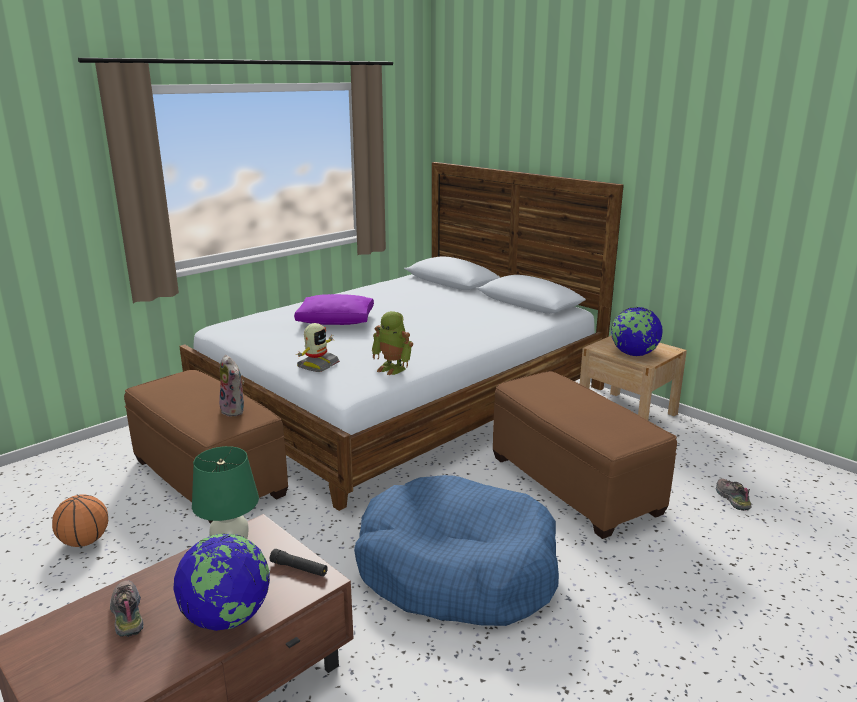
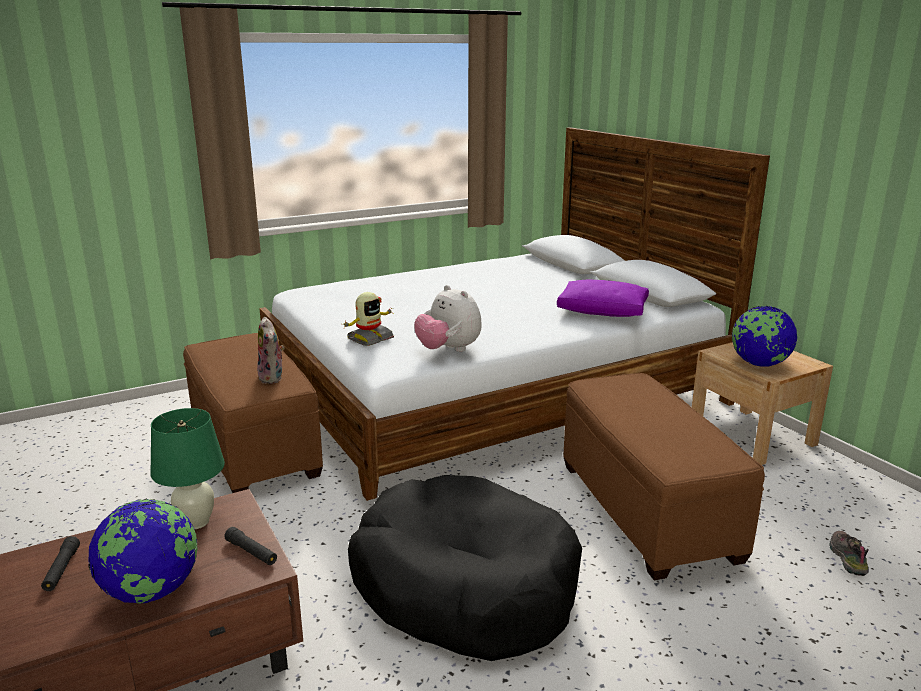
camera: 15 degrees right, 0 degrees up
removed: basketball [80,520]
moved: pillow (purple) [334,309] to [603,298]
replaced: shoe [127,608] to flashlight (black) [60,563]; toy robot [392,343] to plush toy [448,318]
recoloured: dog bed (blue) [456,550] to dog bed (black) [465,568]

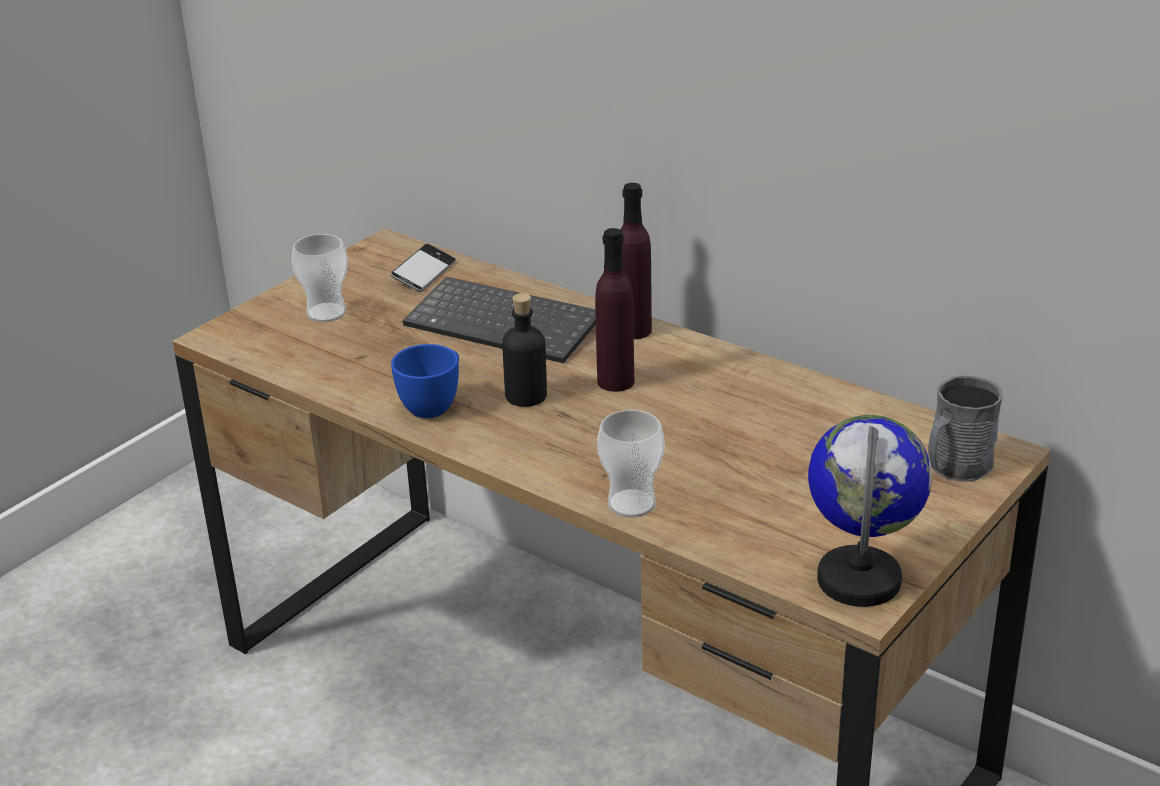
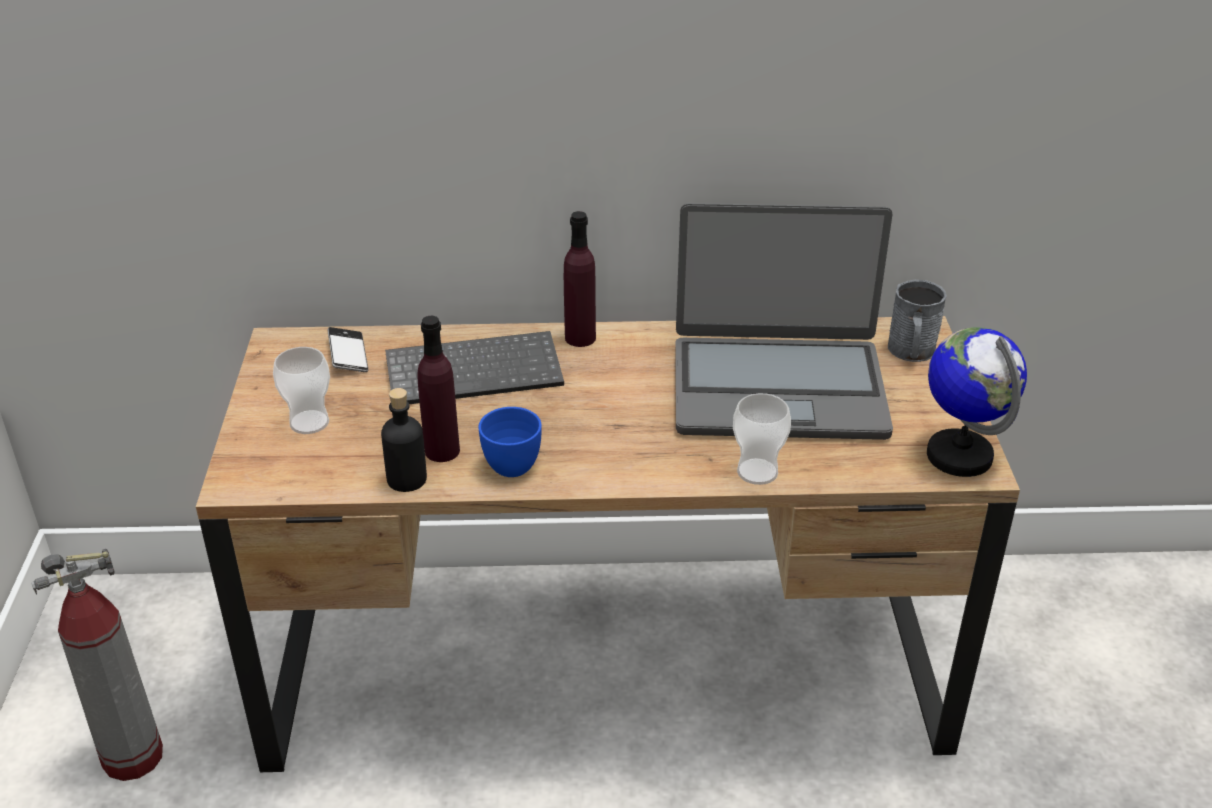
camera: 40 degrees left, 5 degrees up
added: fire extinguisher [97,665]; laptop [784,321]
moved: bottle (black) [524,350] to [404,440]; bottle (purple) [615,310] to [438,389]

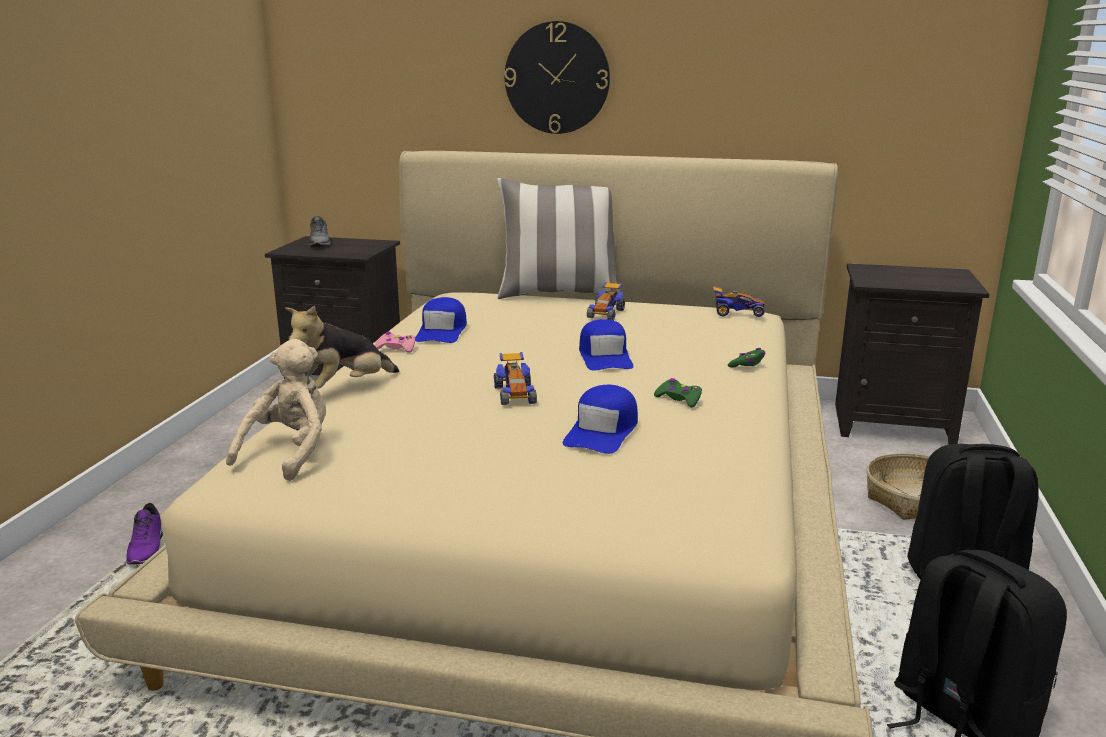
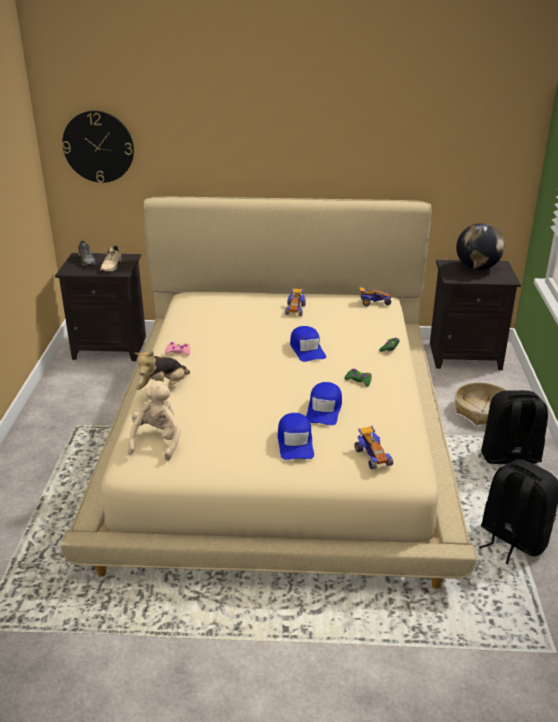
camera: 10 degrees left, 10 degrees up
removed: shoe (purple) [144,534]; pillow [560,238]
added: shoe (beige) [111,258]; globe [480,246]
moved: cap (blue) [441,320] to [296,436]; toy car [515,378] to [374,448]; wall clock [557,77] to [98,147]

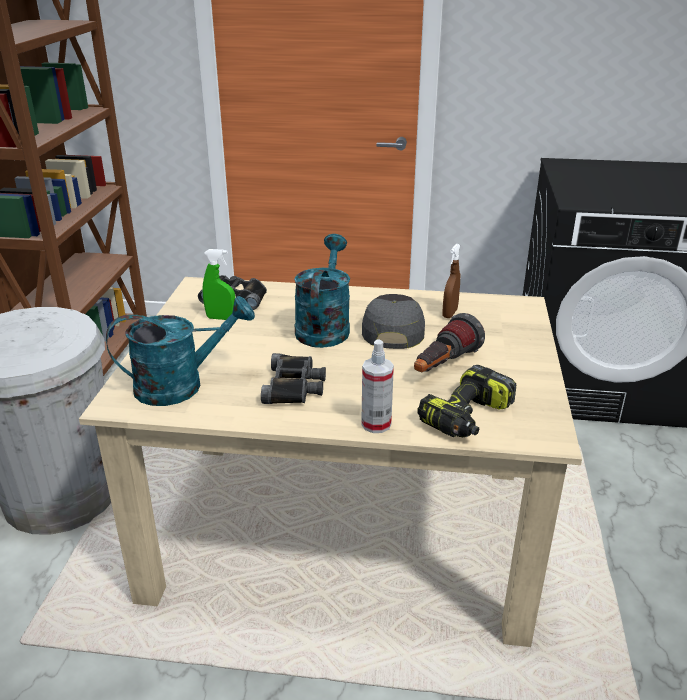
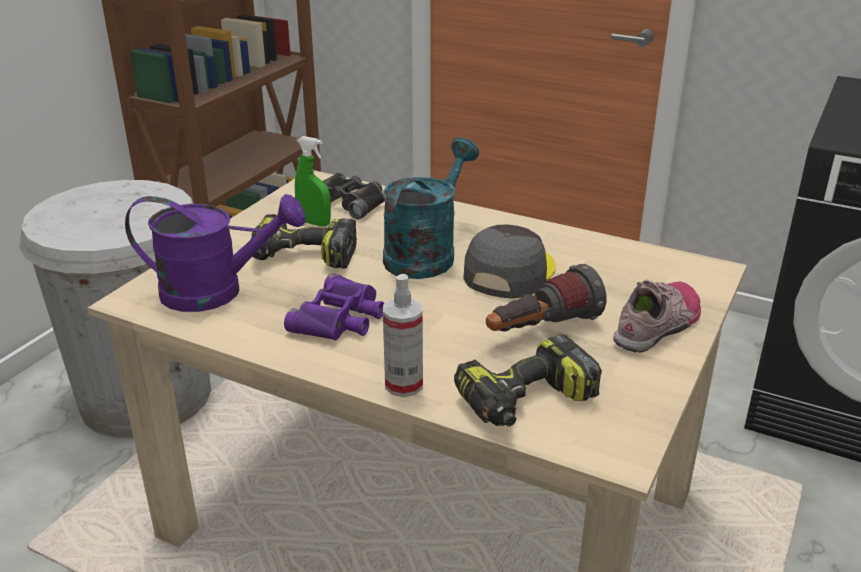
camera: 20 degrees right, 0 degrees up
removed: spray bottle (brown) [451,281]
added: power drill [304,241]; shoe [657,316]
recoloured: watering can (turquoise) [180,351] to watering can (purple) [215,253]; binoculars (black) [293,378] to binoculars (purple) [334,307]

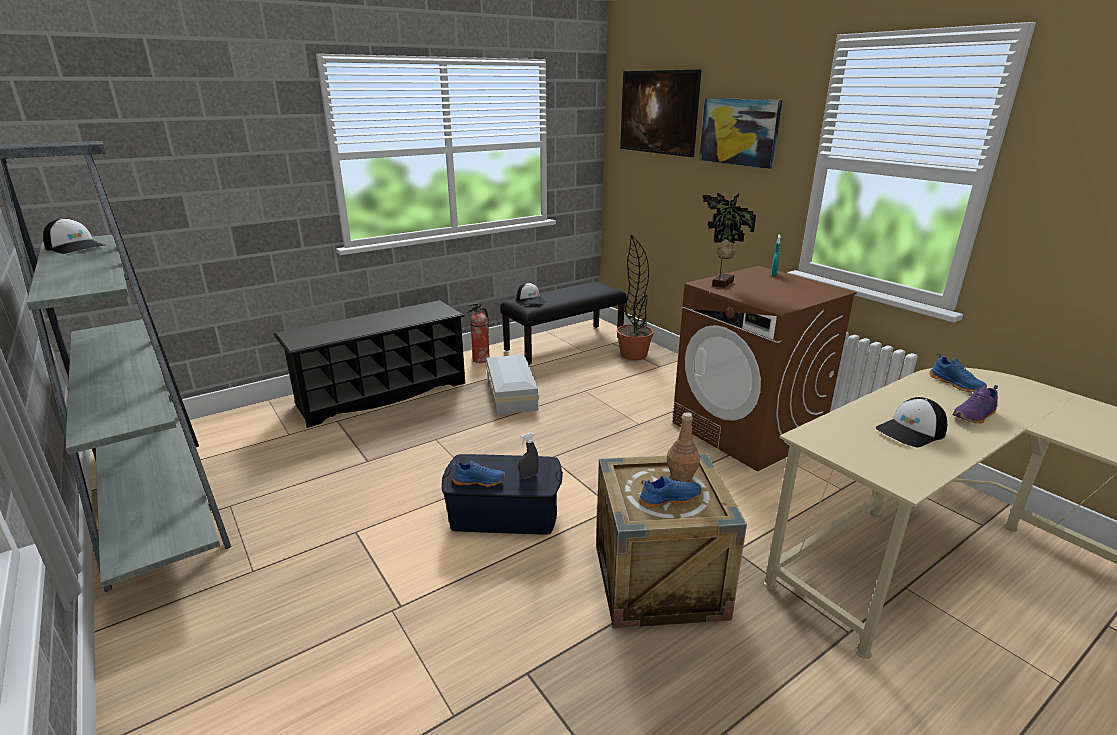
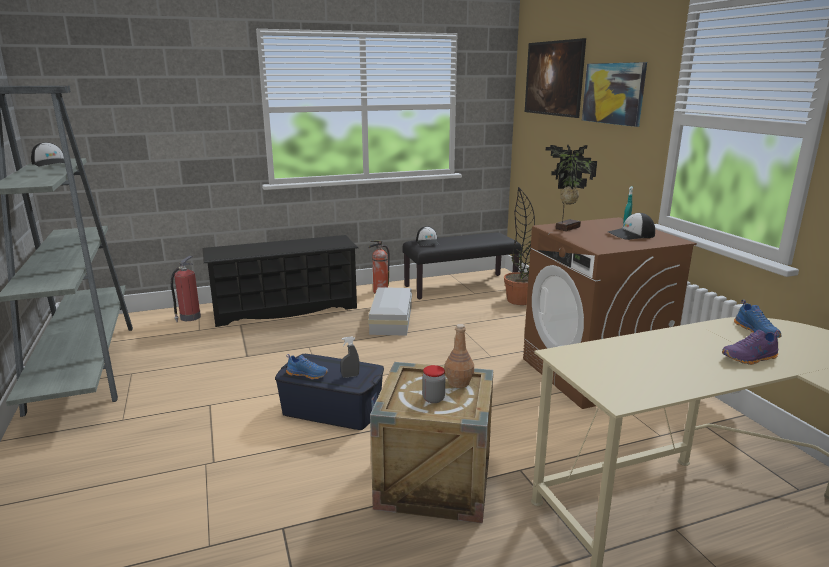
camera: 15 degrees right, 5 degrees down
added: fire extinguisher [186,289]
moved: cap [911,422] to [631,226]
replaced: shoe (blue) [670,492] to jar [433,384]

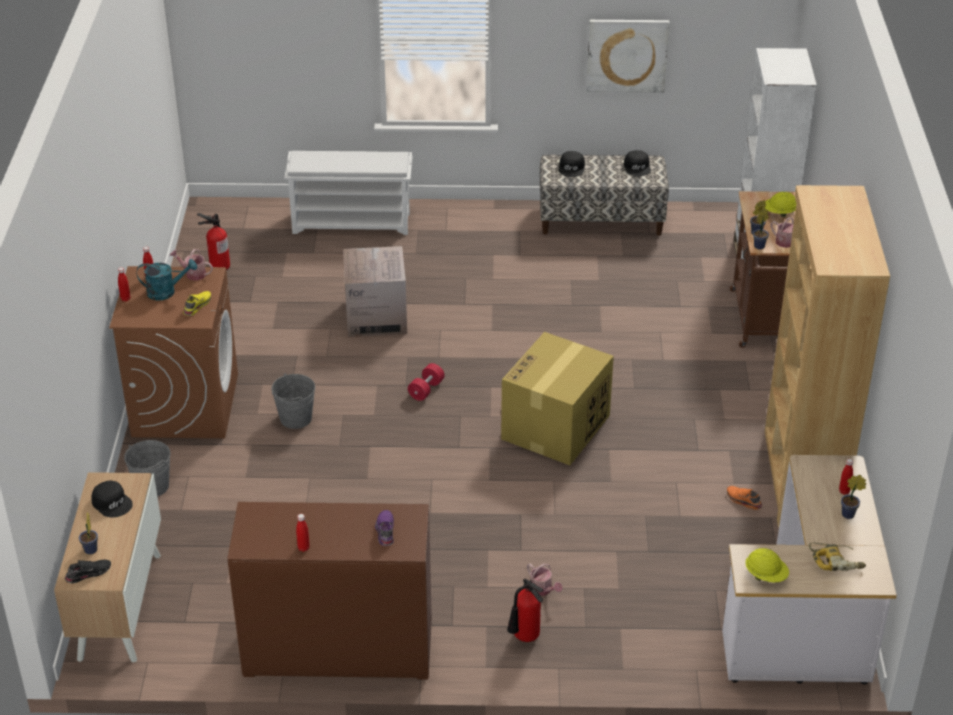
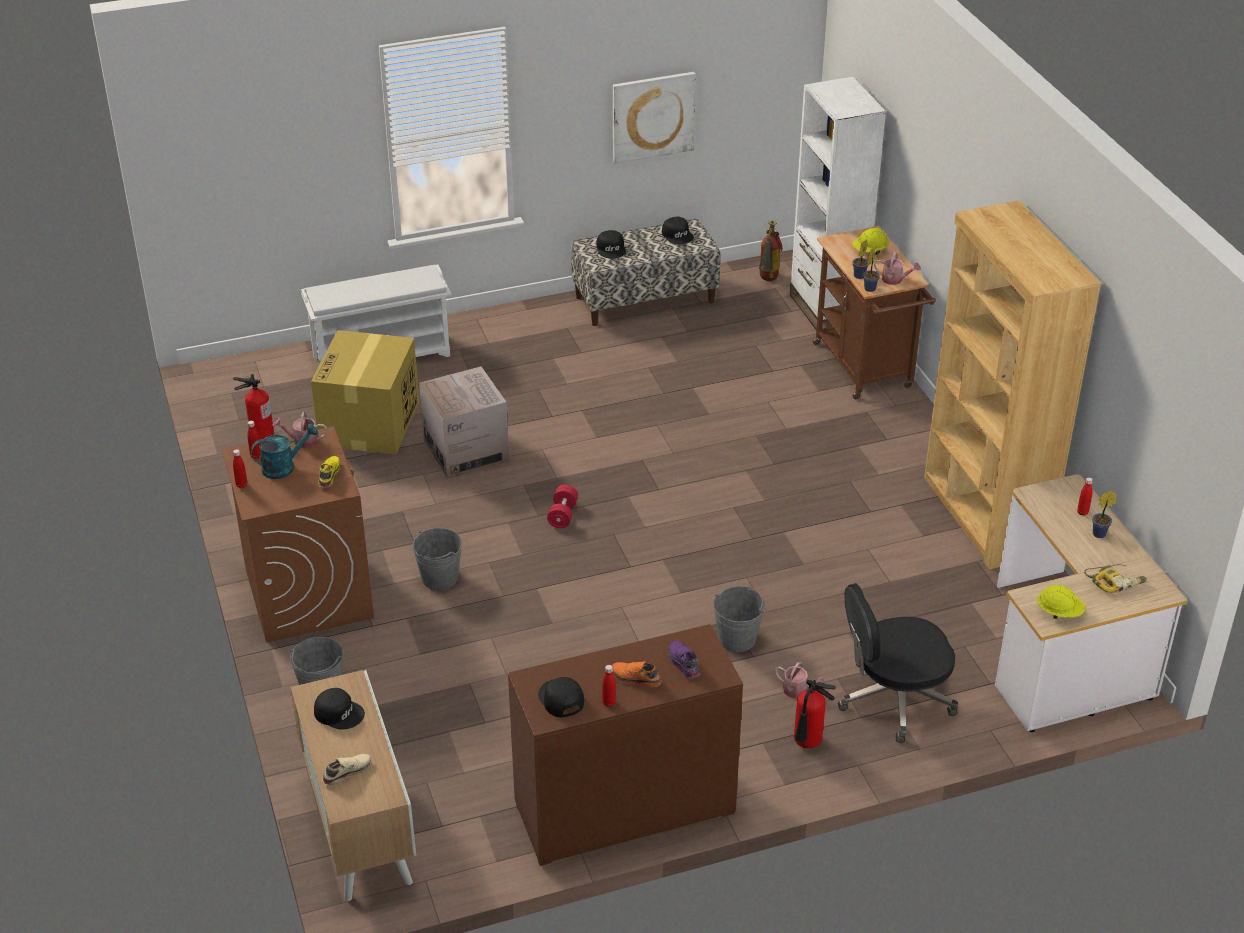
camera: 20 degrees left, 0 degrees up
removed: shoe (black) [88,571]
added: cap (black) [561,697]; bucket (grey) [739,619]; fire extinguisher [771,250]; office chair (black) [898,663]
moved: cardboard box [557,398] to [365,392]; shoe (orange) [744,498] to [637,674]
replaced: potted plant [88,533] to shoe (beige) [346,769]

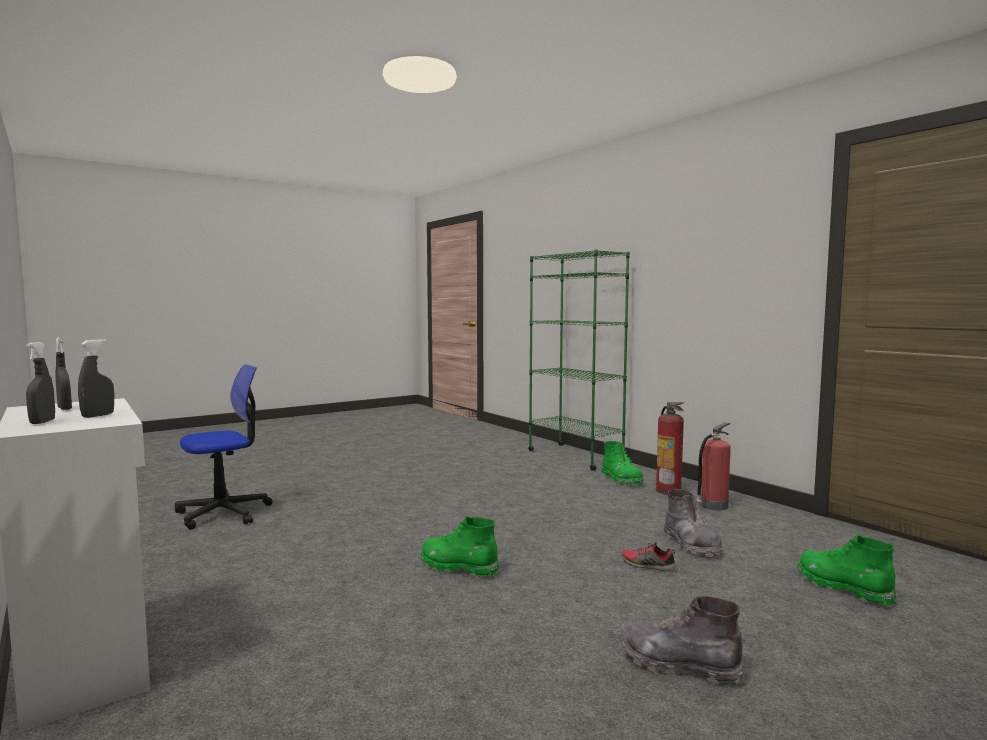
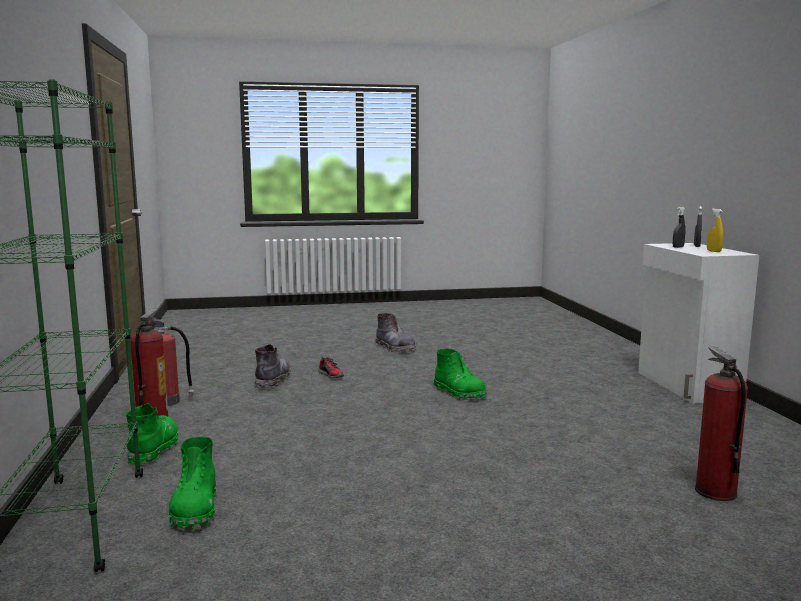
camera: 155 degrees left, 5 degrees up
moved: boot (green) [847,571] to [192,483]
replaced: office chair [224,447] to fire extinguisher [721,423]
recoloured: spray bottle (grey) [63,373] to spray bottle (yellow) [715,230]

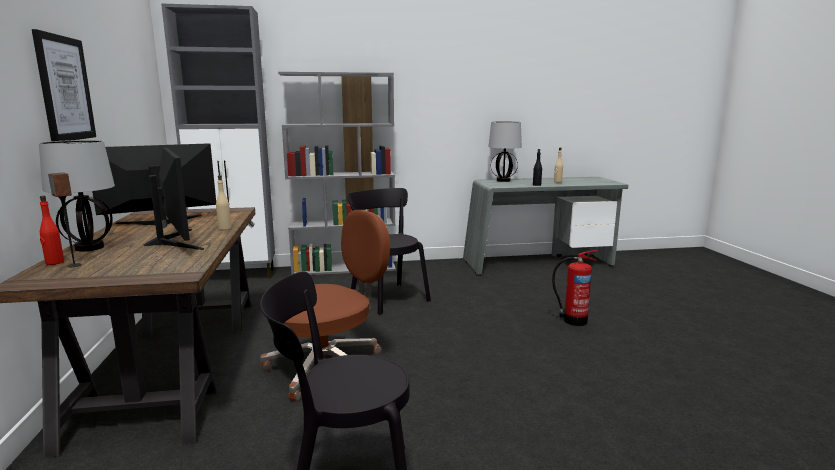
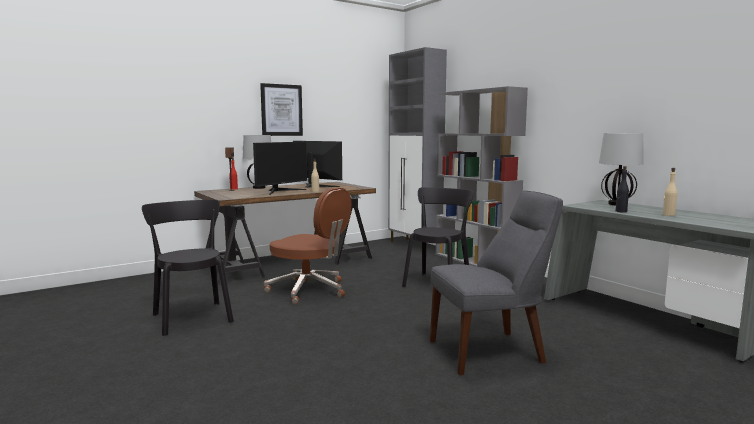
camera: 65 degrees right, 5 degrees down
replaced: fire extinguisher [575,288] to chair (grey) [496,283]

